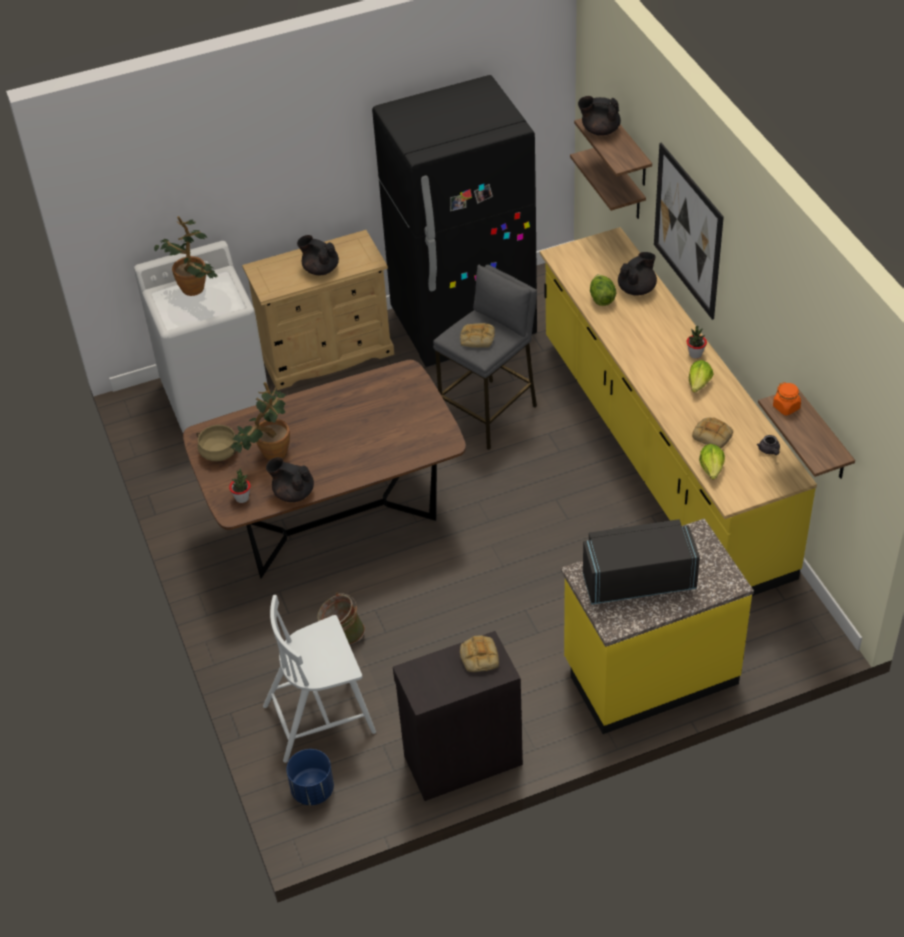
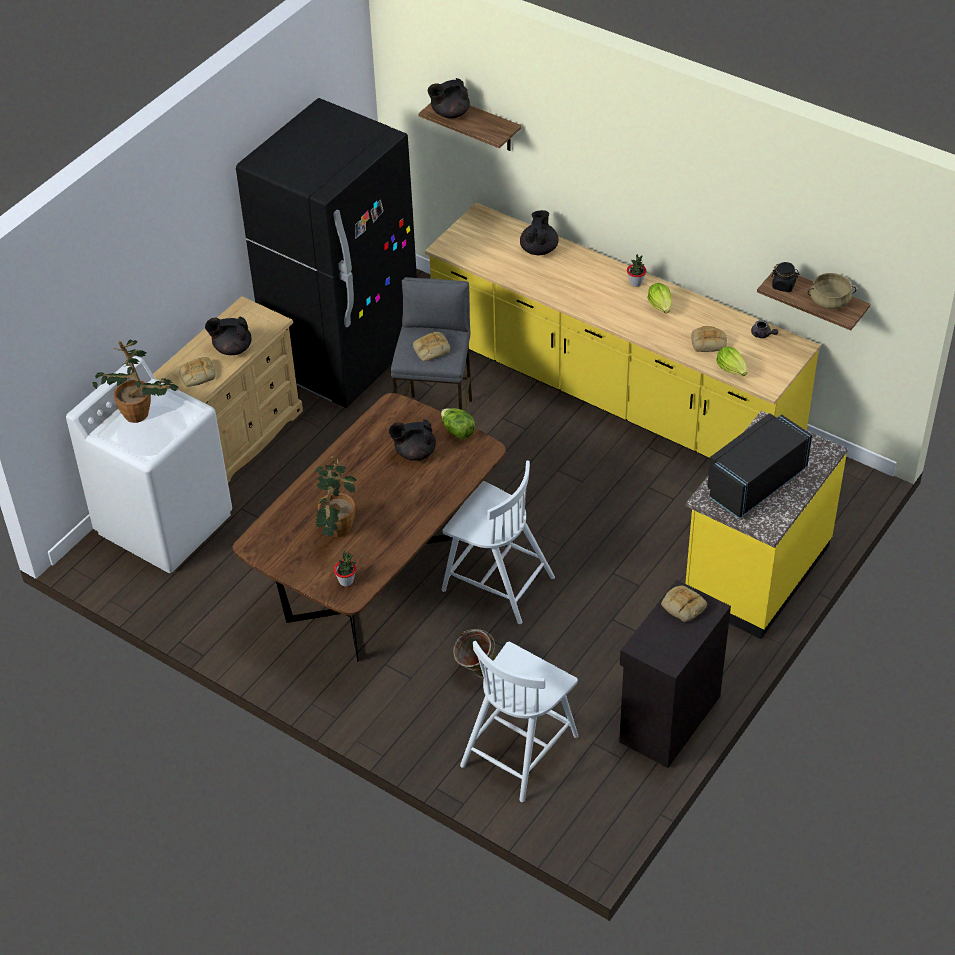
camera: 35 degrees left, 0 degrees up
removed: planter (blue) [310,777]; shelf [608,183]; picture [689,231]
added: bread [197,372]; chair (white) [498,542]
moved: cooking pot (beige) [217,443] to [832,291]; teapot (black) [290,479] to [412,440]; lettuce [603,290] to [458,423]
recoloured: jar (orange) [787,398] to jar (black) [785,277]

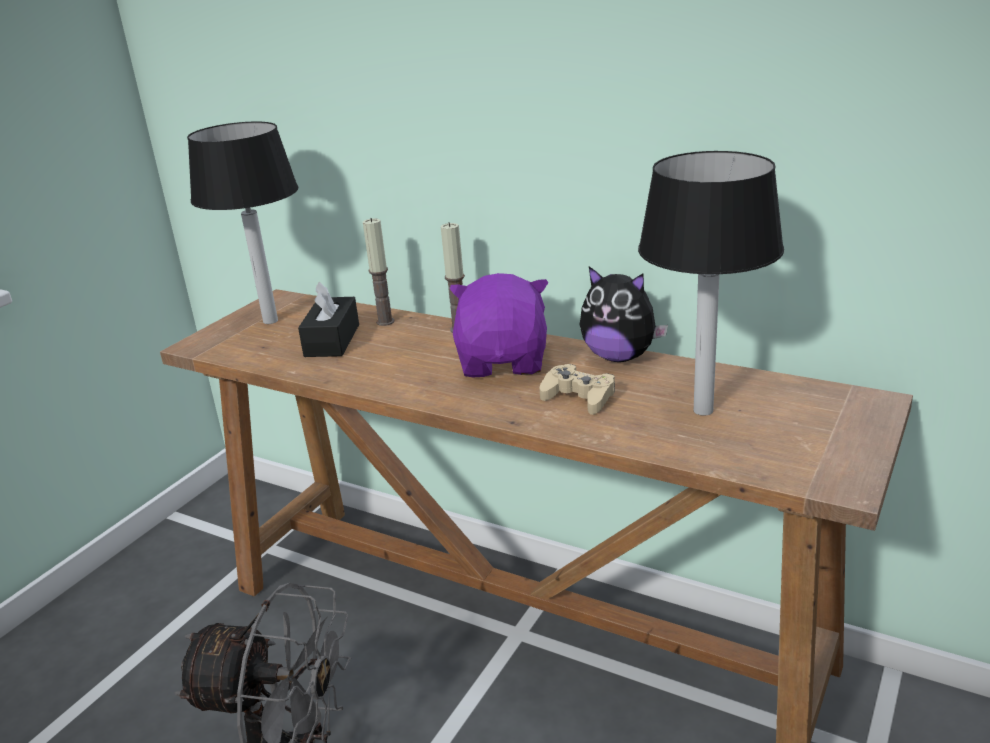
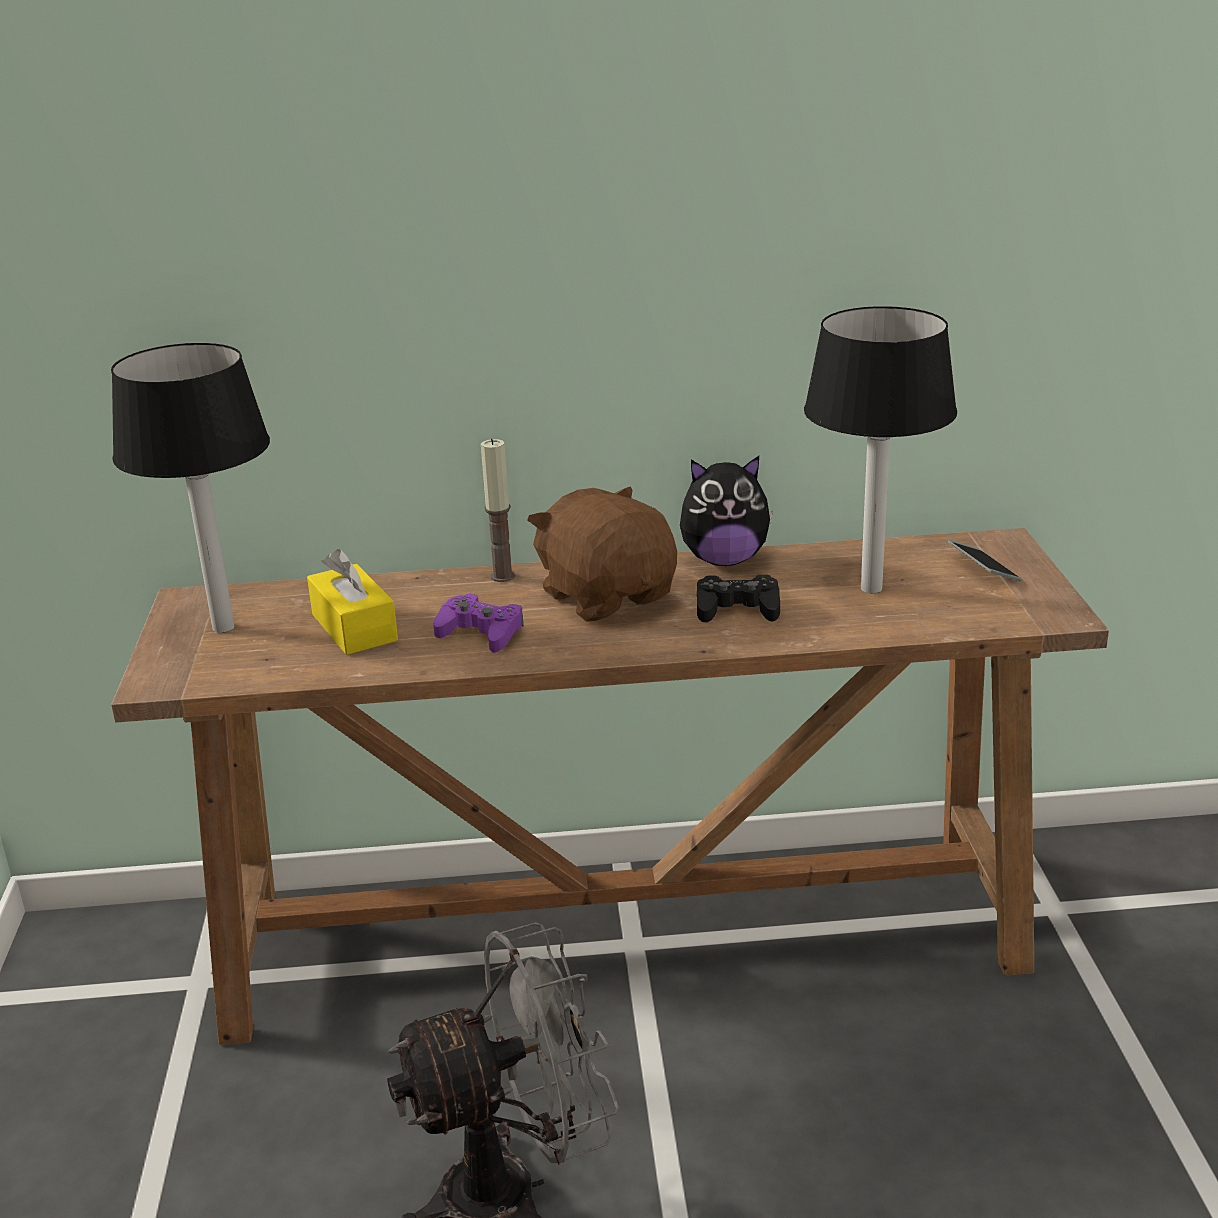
camera: 35 degrees left, 0 degrees up
removed: candle [379,272]
added: game controller (purple) [478,623]; phone [985,560]
recoloured: tissue box (black) [328,319] to tissue box (yellow) [352,602]; plush toy (purple) [498,325] to plush toy (brown) [602,554]; game controller (beige) [577,389] to game controller (black) [738,598]

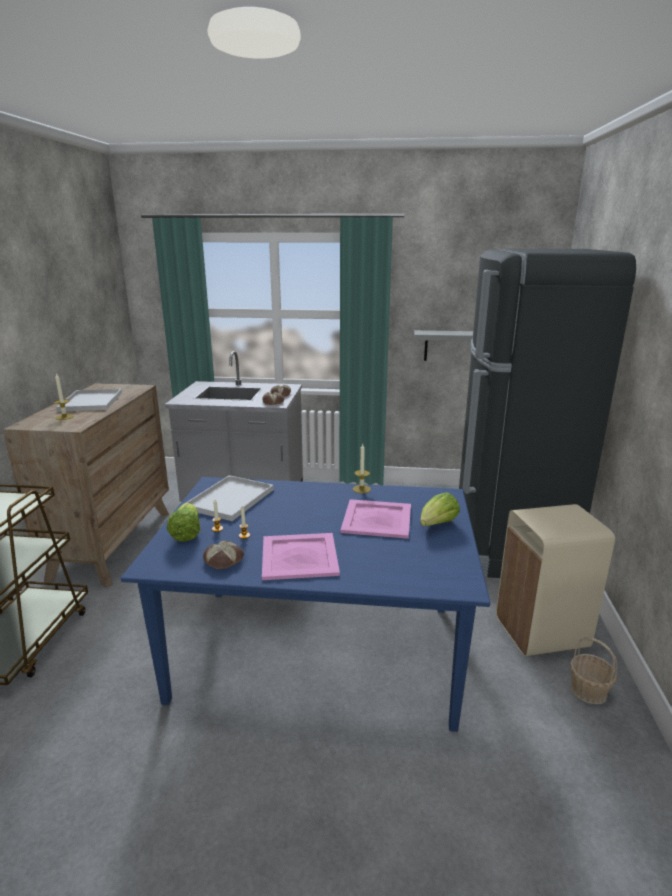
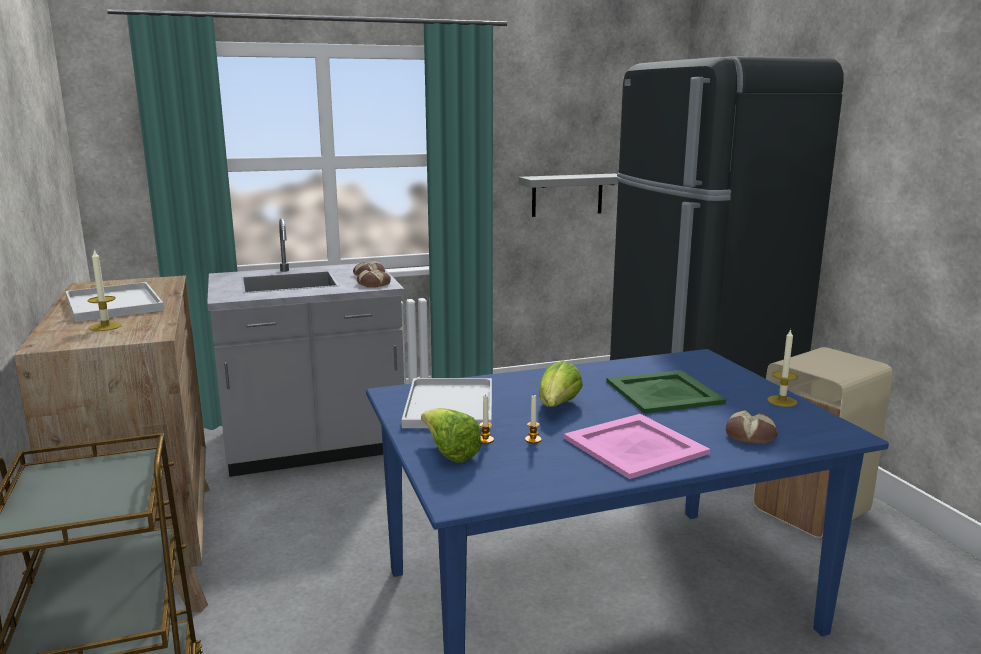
camera: 25 degrees left, 5 degrees down
removed: basket [594,670]
moved: bread [223,555] to [752,427]; candle [362,468] to [782,367]; lettuce [440,509] to [561,383]
recoloured: tray (pink) [375,519] to tray (green) [666,392]

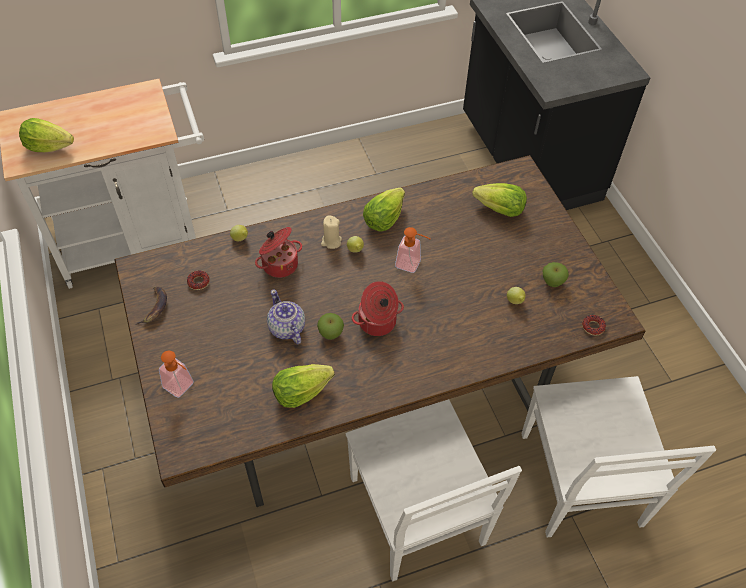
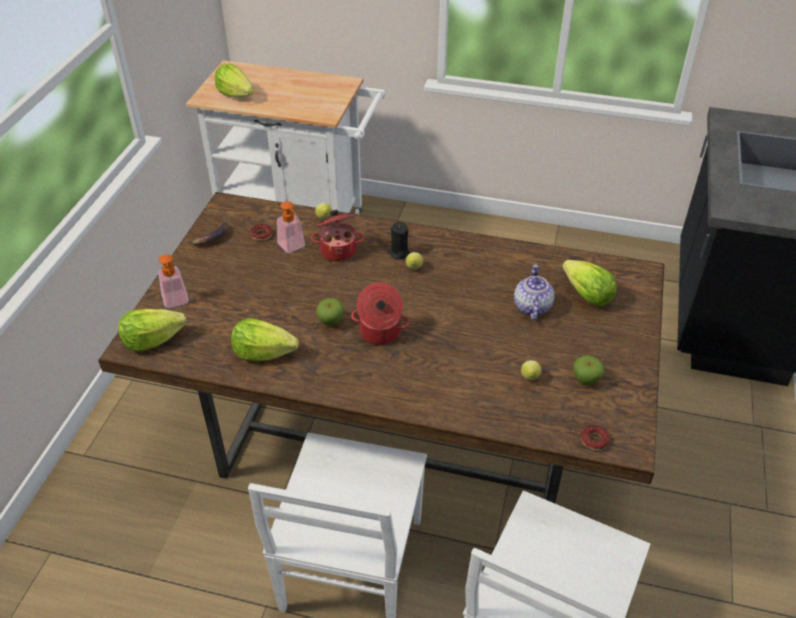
camera: 35 degrees right, 10 degrees down
moved: teapot [286,316] to [534,292]; lettuce [384,210] to [152,330]; soap dispenser [413,250] to [291,227]
recoloured: candle (beige) [331,232] to candle (black) [399,240]

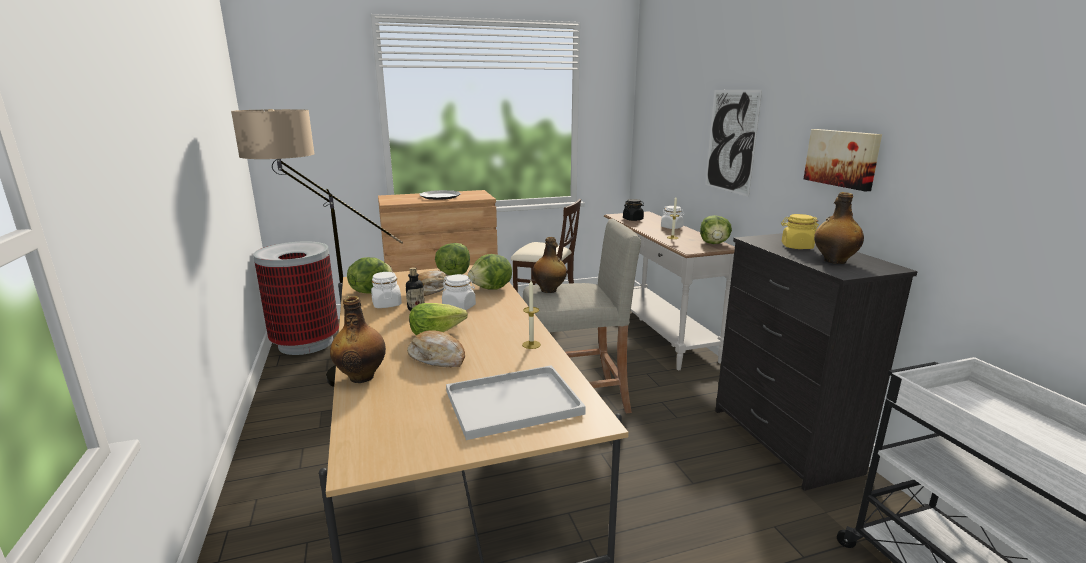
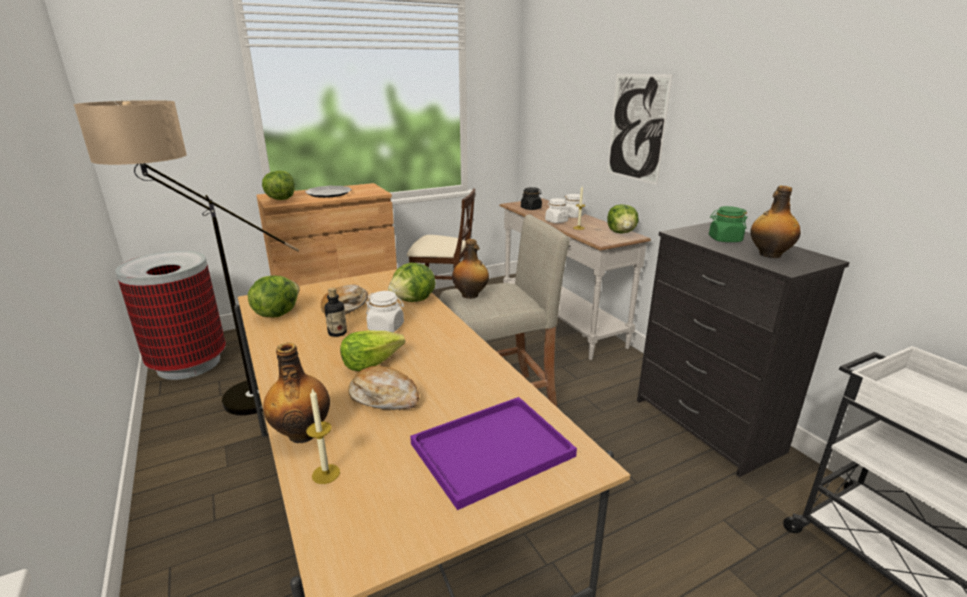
camera: 10 degrees left, 5 degrees up
removed: picture [843,160]
moved: jar (white) [386,290] to [557,210]; lettuce [452,259] to [278,185]; candle [531,314] to [323,436]
recoloured: tray (white) [516,402] to tray (purple) [493,453]; jar (yellow) [800,231] to jar (green) [728,224]

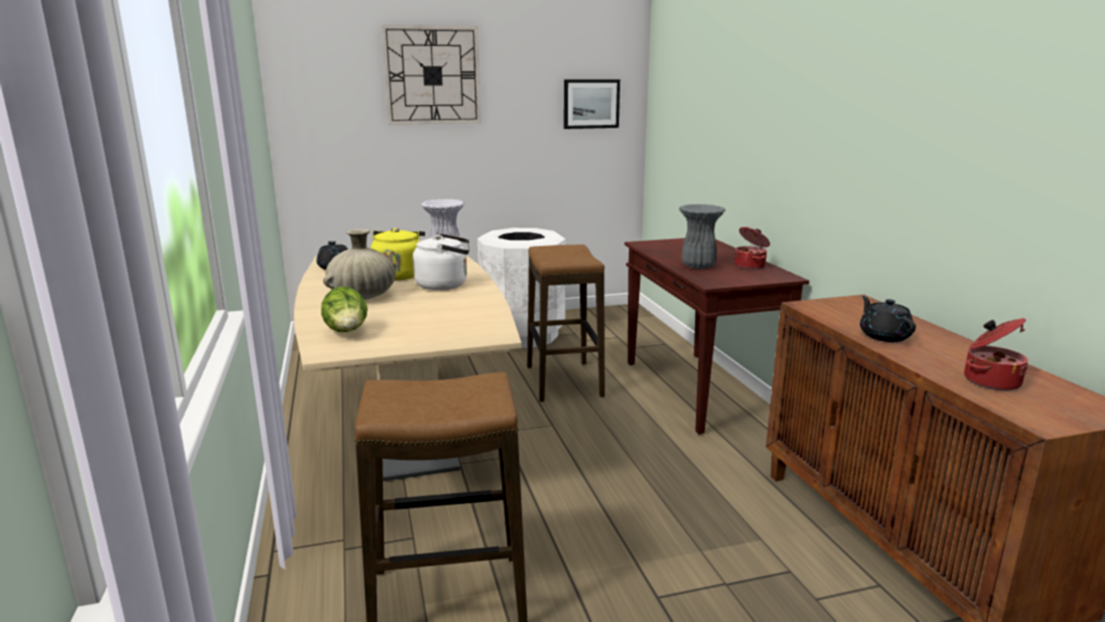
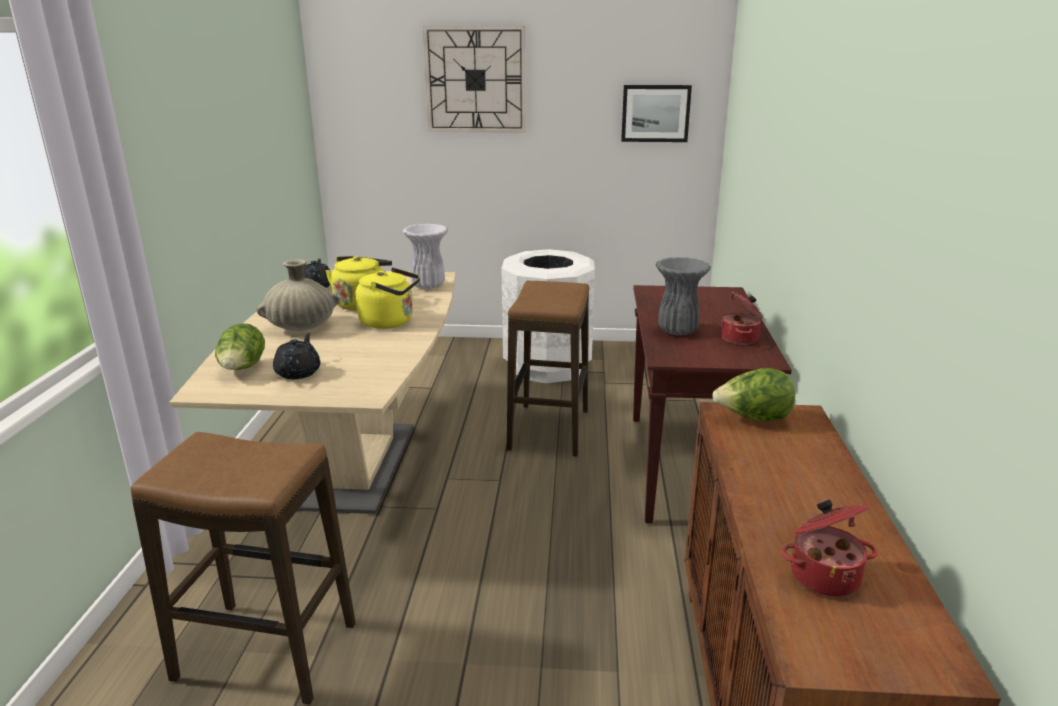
camera: 20 degrees right, 5 degrees up
added: lettuce [753,394]
moved: teapot (black) [888,319] to [296,356]
recoloured: kettle (white) [441,262] to kettle (yellow) [388,298]

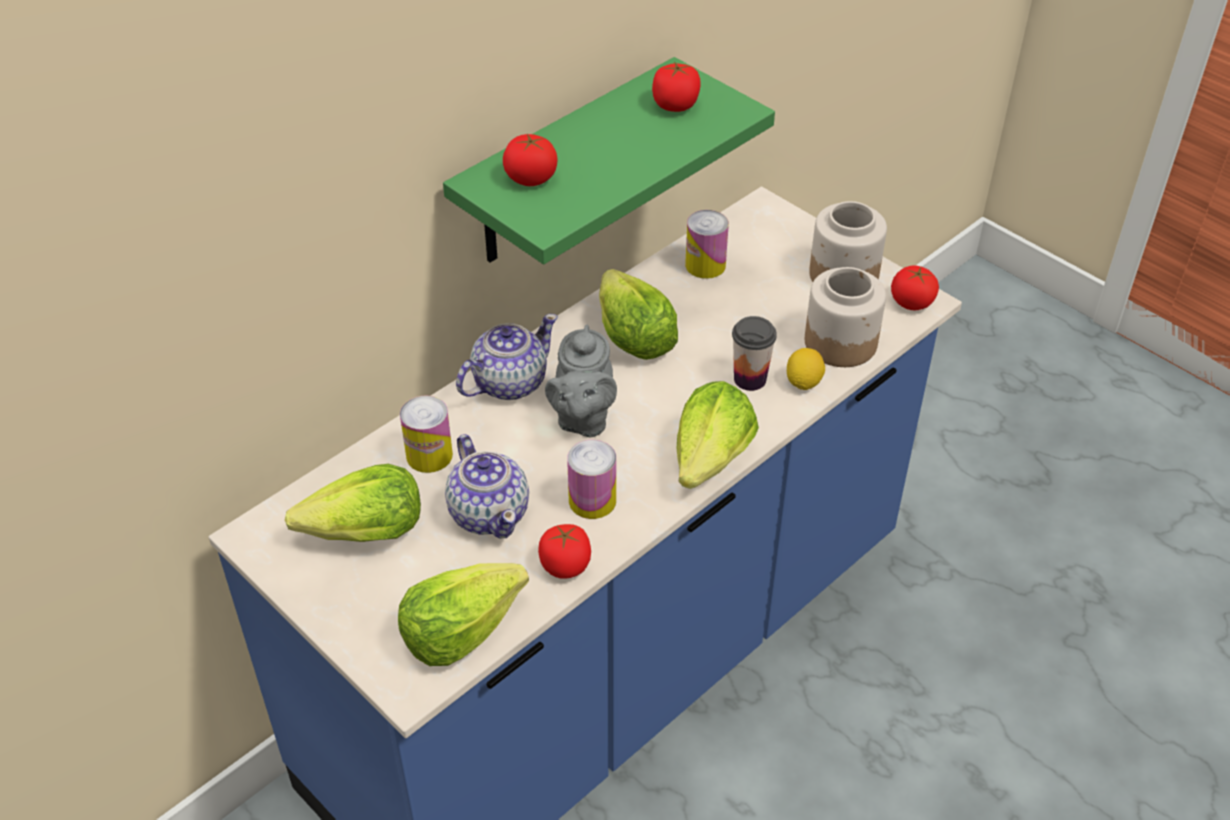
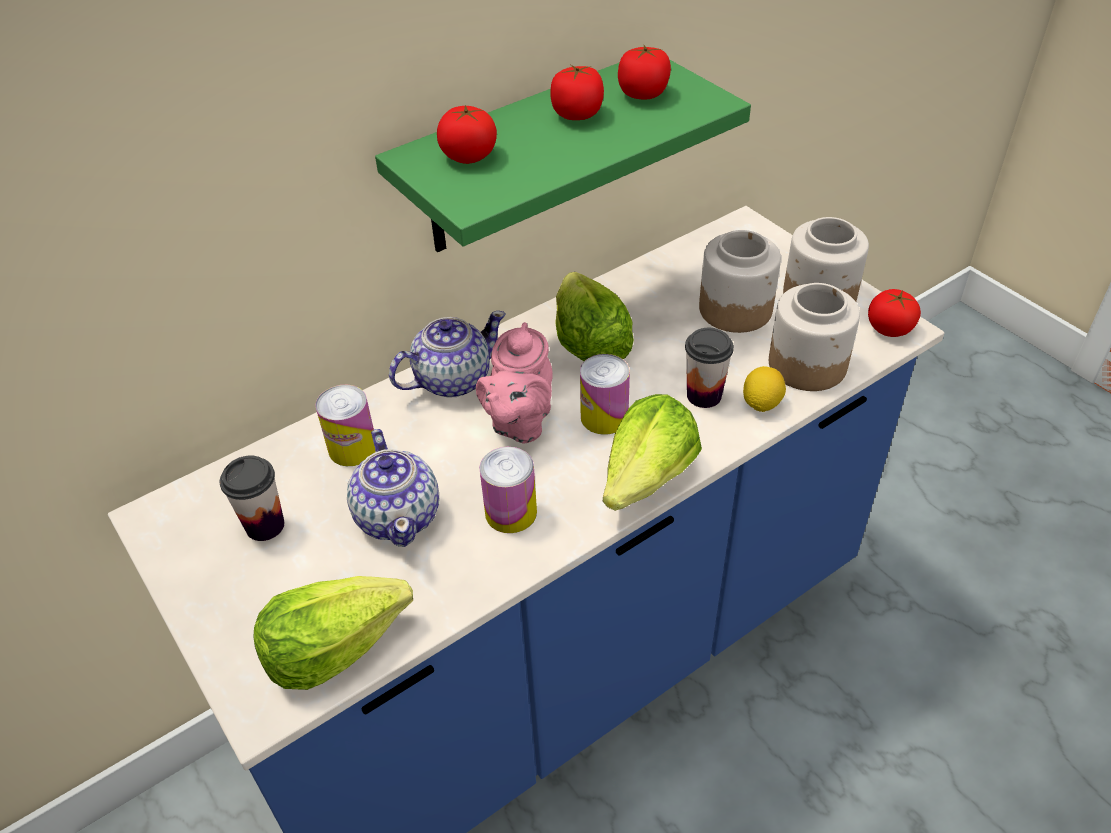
camera: 10 degrees right, 0 degrees up
added: jar [740,281]
moved: tomato [564,551] to [577,92]; can [707,244] to [605,394]
replaced: lettuce [353,503] to cup [252,498]
recoloured: teapot (grey) [581,381] to teapot (pink) [514,382]

